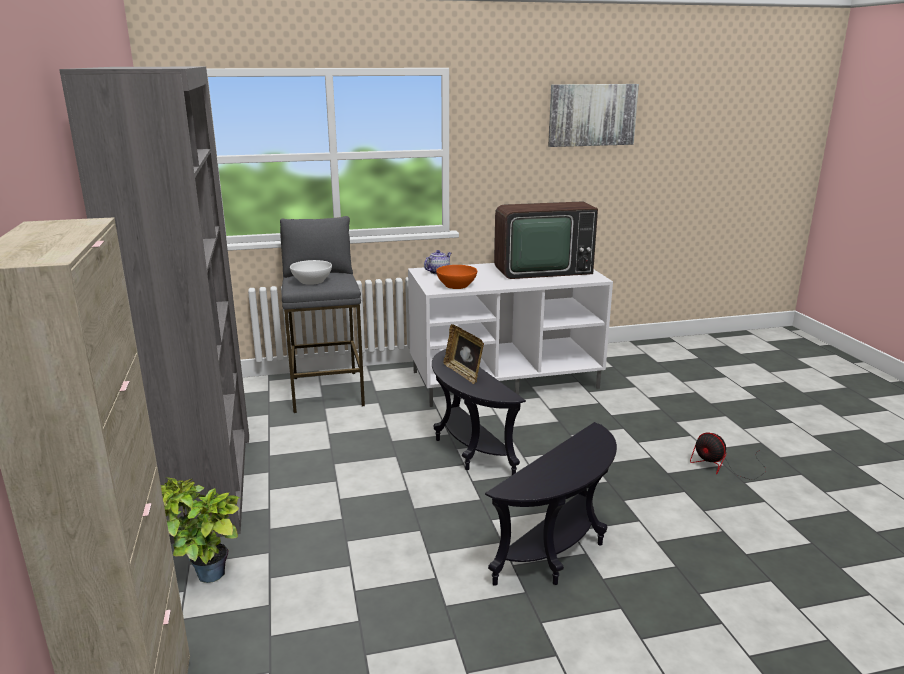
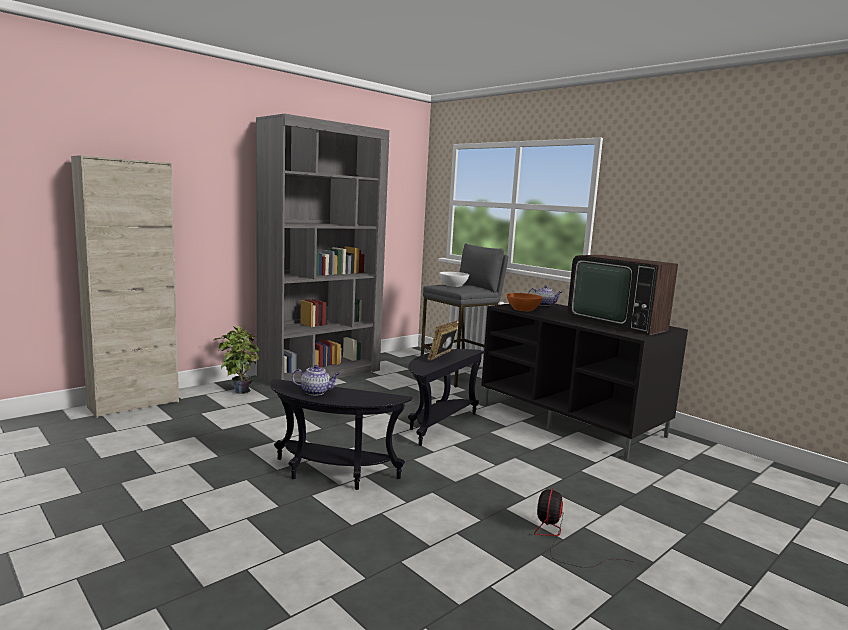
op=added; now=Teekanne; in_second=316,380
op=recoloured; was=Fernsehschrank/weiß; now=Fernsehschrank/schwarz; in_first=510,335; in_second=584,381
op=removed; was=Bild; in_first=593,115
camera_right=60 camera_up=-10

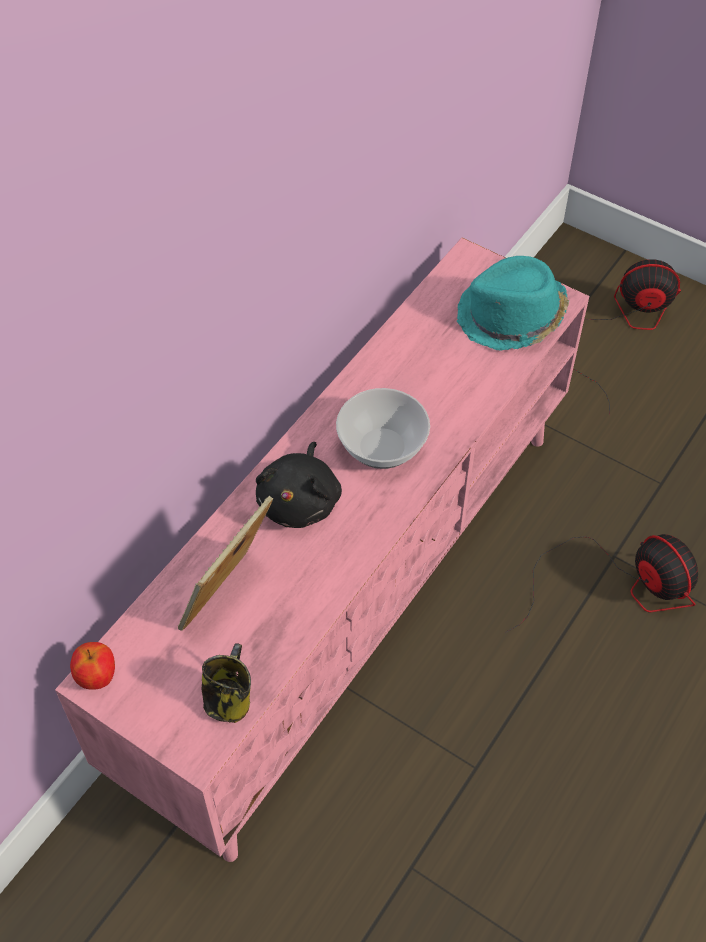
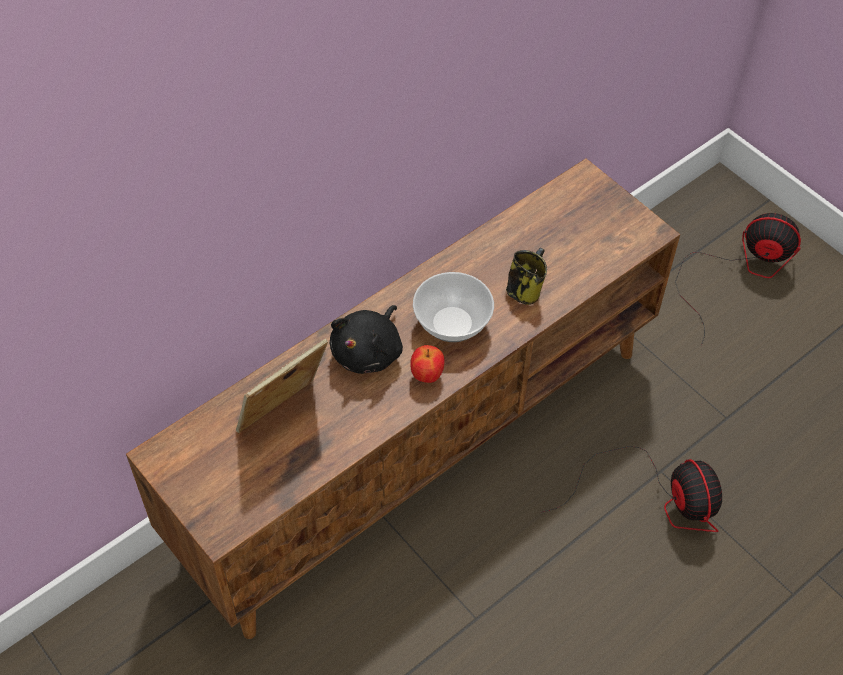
op=recoloured; was=Fernsehschrank/rosa; now=Fernsehschrank/braun; in_first=322,549; in_second=403,398
op=moved; was=Apfel; in_first=92,666; in_second=427,364
op=moved; was=Henkelbecher; in_first=226,683; in_second=526,276
op=removed; was=Hut/türkis; in_first=513,303
camera_right=15 camera_up=0

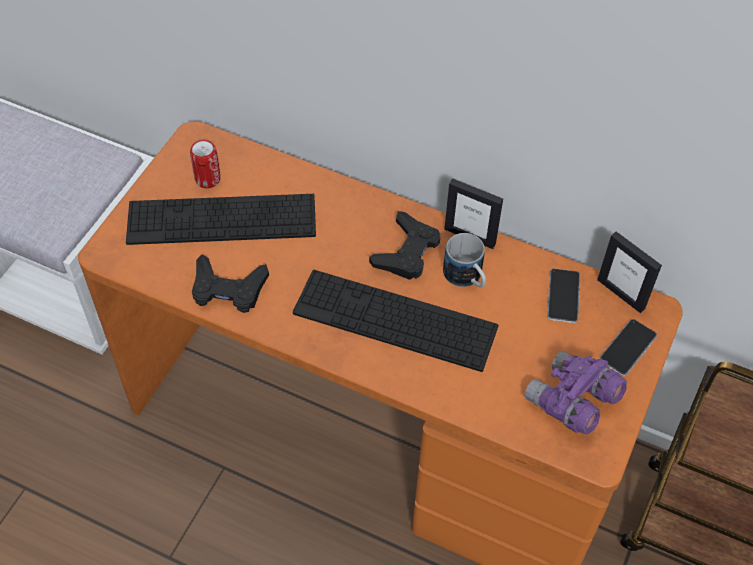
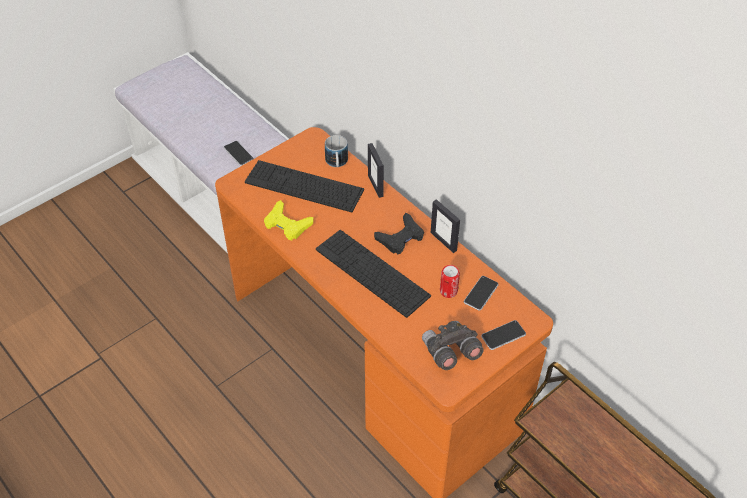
op=added; now=Handy; in_second=239,153
op=recoloured; was=Gamepad/schwarz; now=Gamepad/gelb; in_first=230,283; in_second=289,220
op=moved; was=Henkelbecher; in_first=464,260; in_second=336,151
op=moved; was=Bilderrahmen; in_first=629,272; in_second=376,170
op=recoloured; was=Fernglas/lila; now=Fernglas/grau; in_first=576,392; in_second=453,345
op=moved; was=Dose; in_first=205,164; in_second=450,281
camera_right=25 camera_up=-5

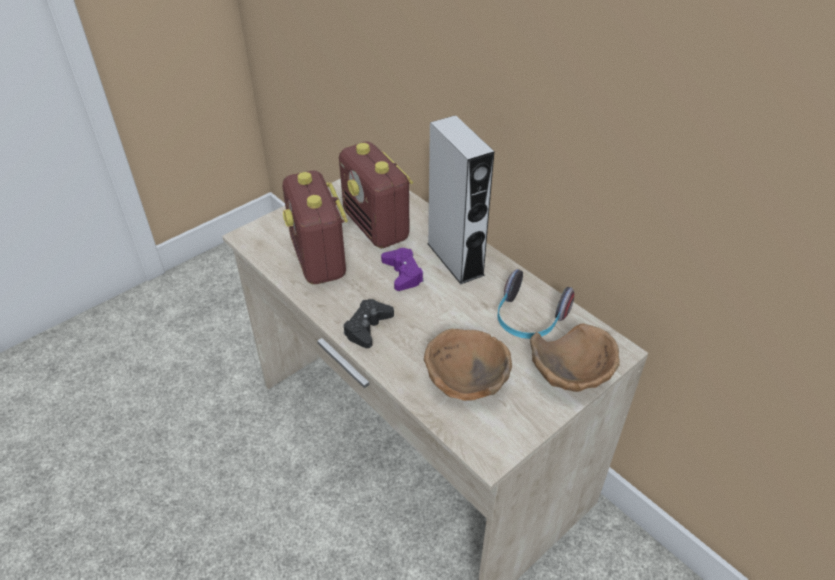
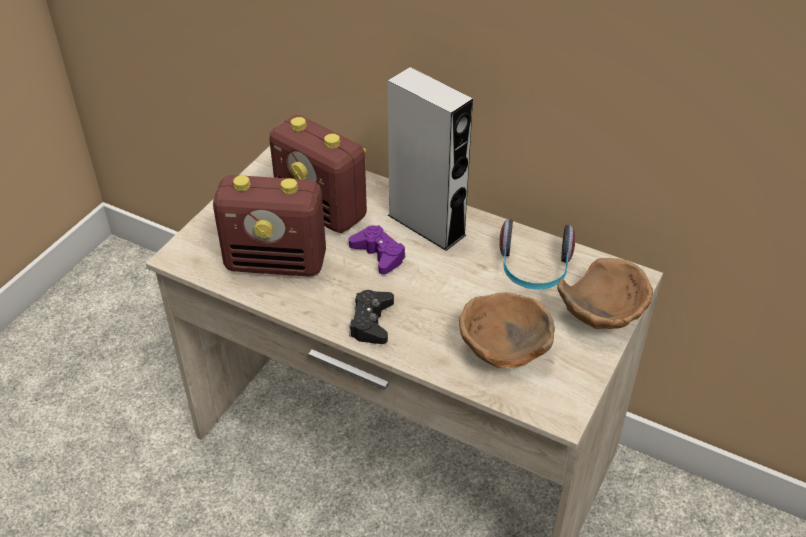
op=turned; was=Radio; in_first=315,227; in_second=269,226; clockwise=-45
camera_right=-20 camera_up=0

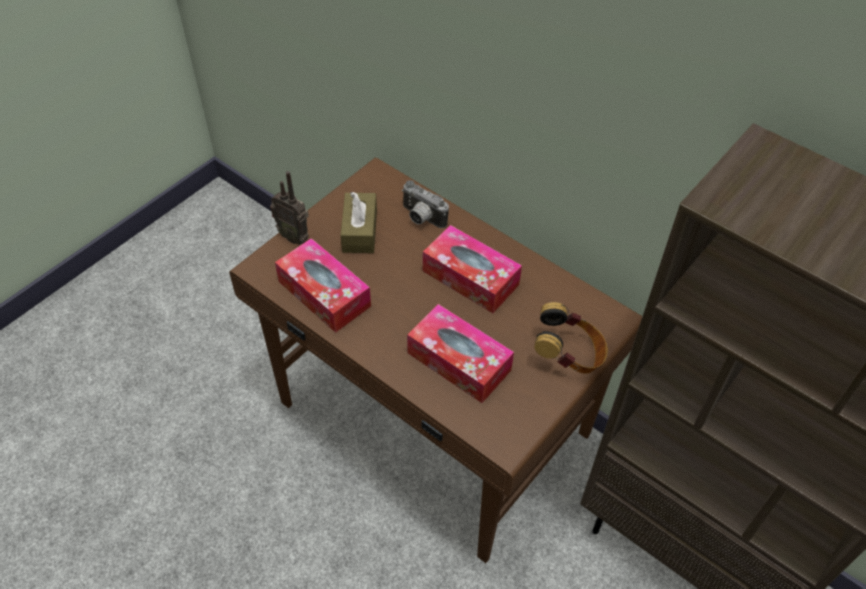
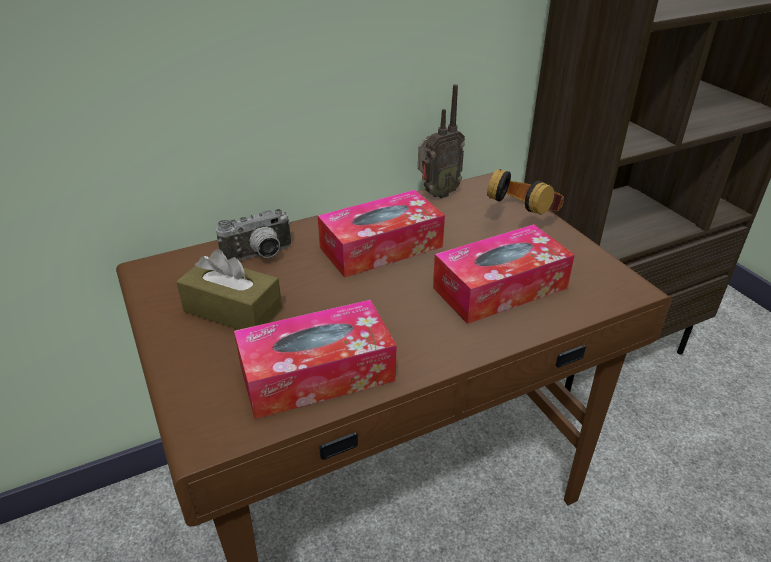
op=moved; was=Radio; in_first=289,208; in_second=441,141
camera_right=-65 camera_up=-15

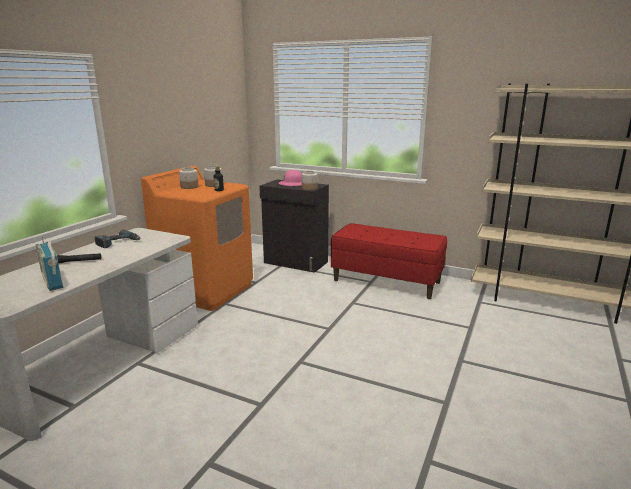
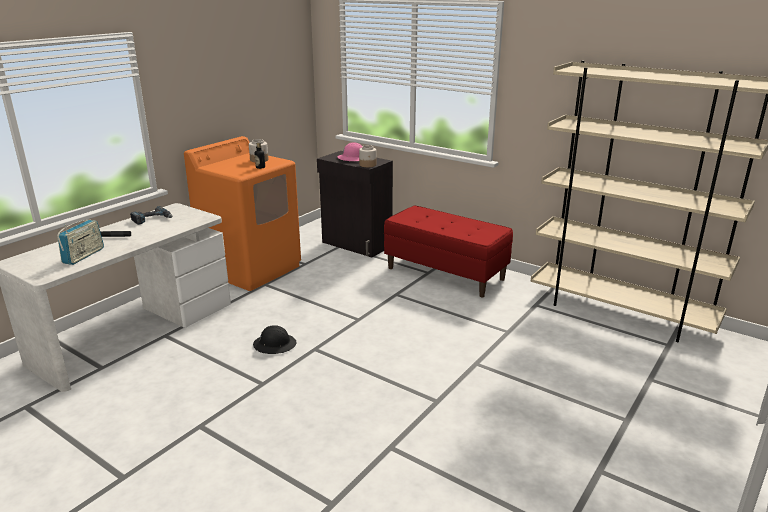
op=turned; was=Radio; in_first=49,264; in_second=80,242; clockwise=-135
op=added; now=Schutzhelm/schwarz; in_second=274,339
op=removed; was=Vorratsglas; in_first=189,178
camera_right=10 camera_up=5

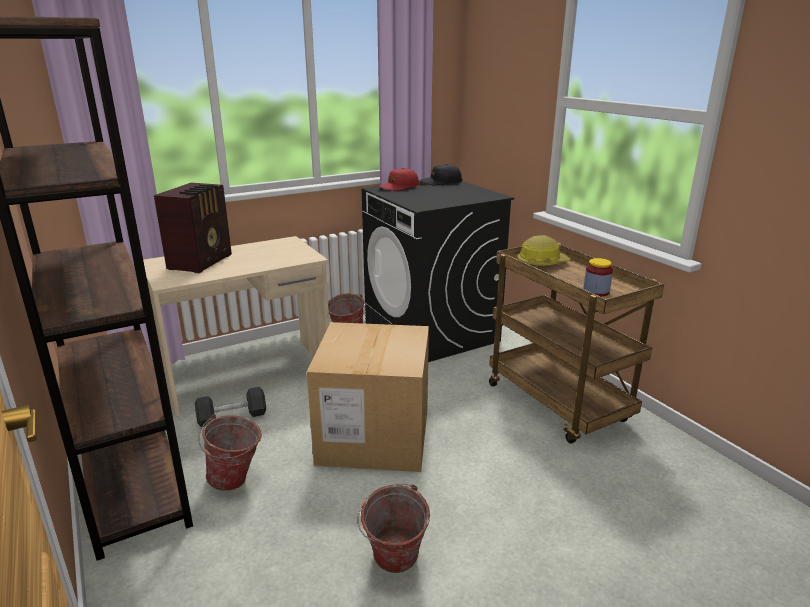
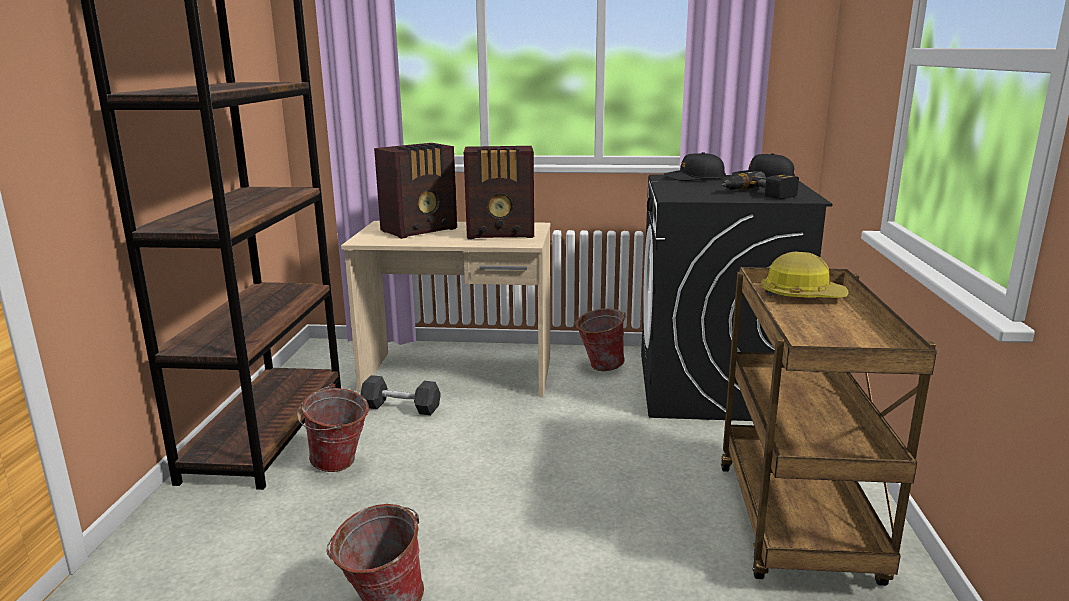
op=added; now=Radio; in_second=499,192
op=recoloured; was=Kappe/rot; now=Kappe/schwarz; in_first=398,179; in_second=695,166
op=added; now=Bohrmaschine; in_second=760,185
op=removed; was=Karton; in_first=368,397
op=removed; was=Vorratsglas; in_first=598,277
camera_right=35 camera_up=-5

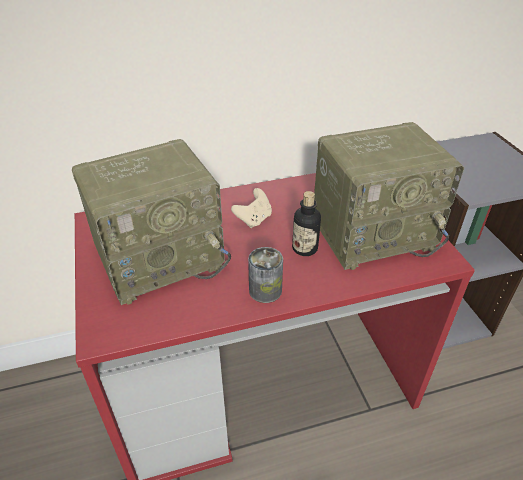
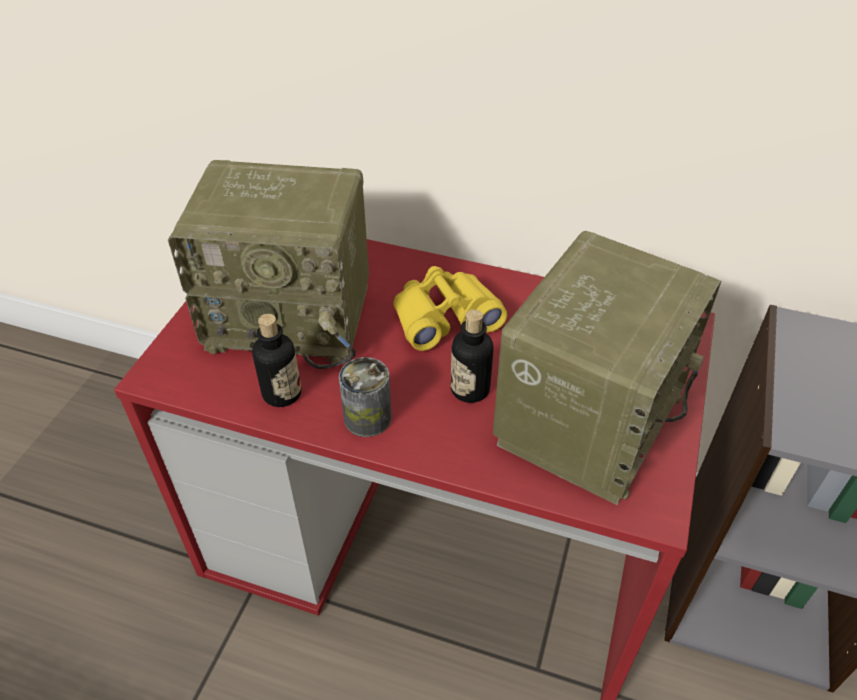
op=added; now=Flasche; in_second=276,360
op=replaced; was=Gamepad/beige; now=Fernglas/gelb; in_first=251,208; in_second=450,308
op=turned; was=Radio; in_first=389,196; in_second=607,368; clockwise=-75
camera_right=35 camera_up=5

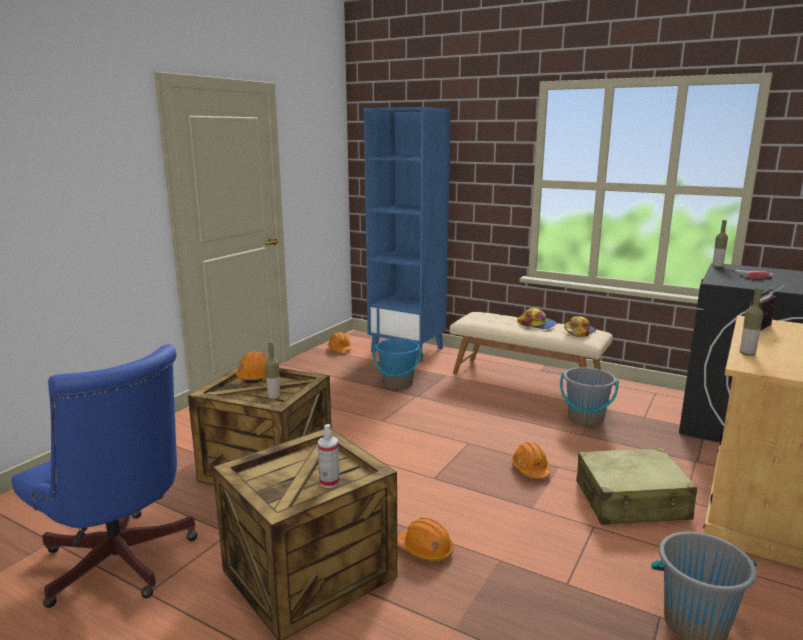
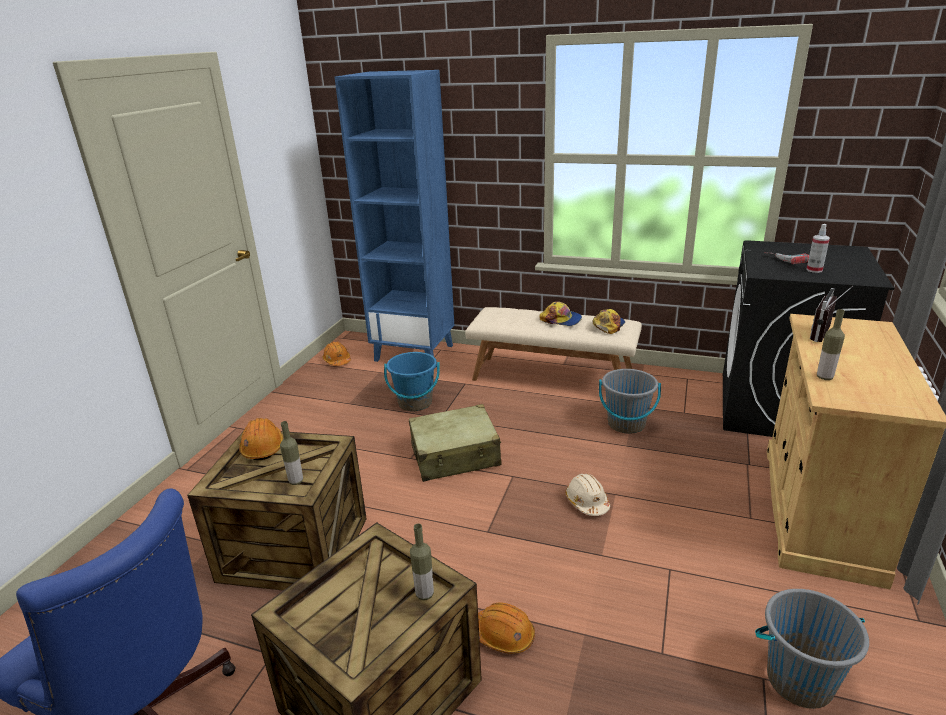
op=moved; was=Koffer/beige; in_first=636,486; in_second=455,443
op=moved; was=Flasche; in_first=720,244; in_second=422,561
op=recoloured; was=Schutzhelm/orange; now=Schutzhelm/beige; in_first=531,460; in_second=588,495
op=moved; was=Sprühflasche; in_first=329,456; in_second=818,248
camera_right=-10 camera_up=10

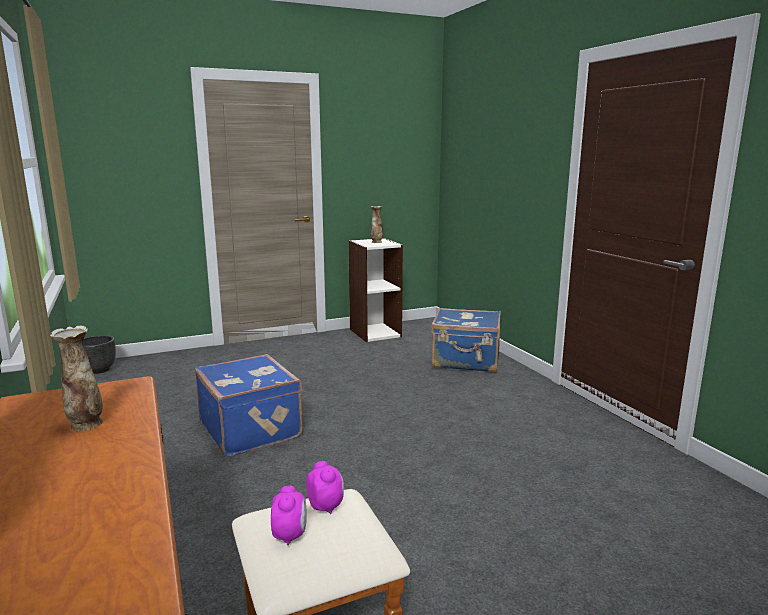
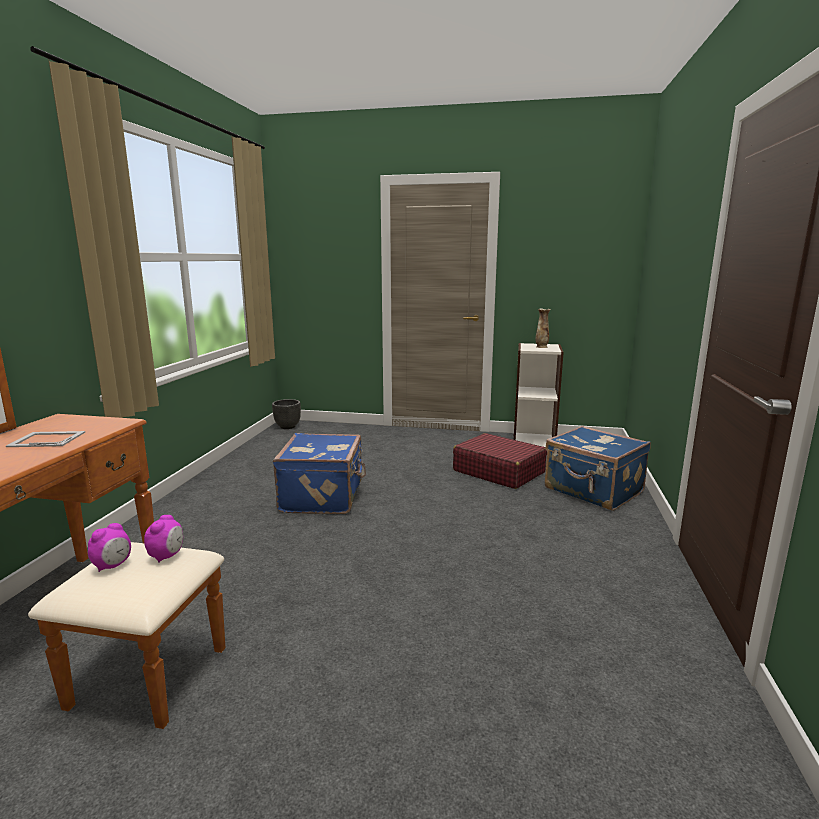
op=replaced; was=Vase; now=Bilderrahmen; in_first=76,378; in_second=45,439
op=added; now=Koffer/rot; in_second=500,461
camera_right=35 camera_up=0

